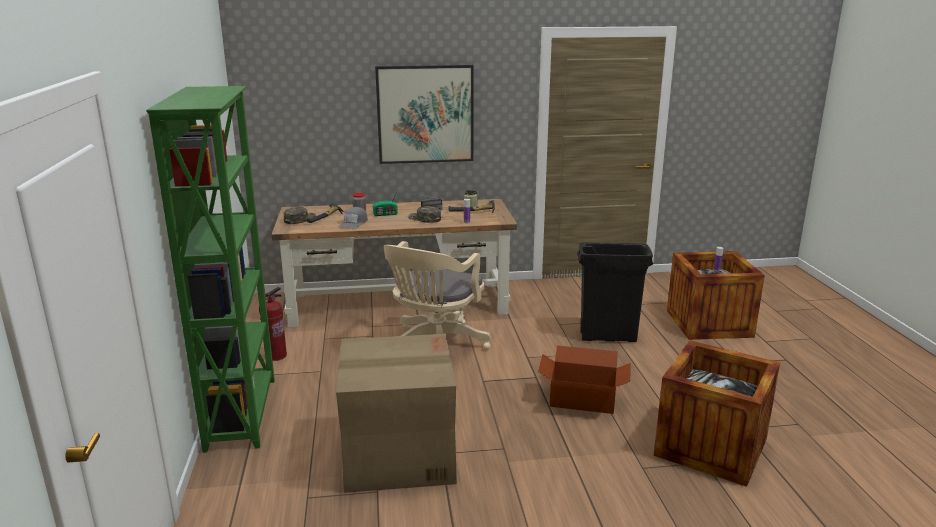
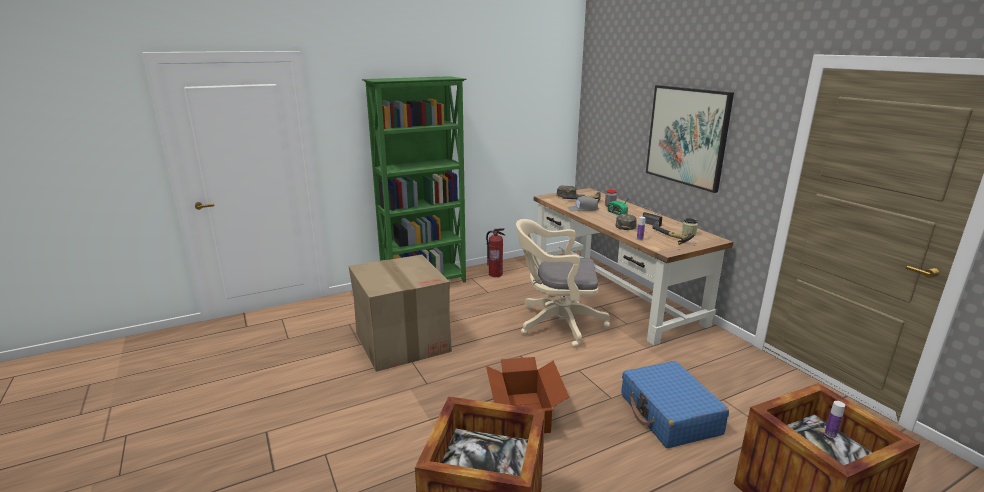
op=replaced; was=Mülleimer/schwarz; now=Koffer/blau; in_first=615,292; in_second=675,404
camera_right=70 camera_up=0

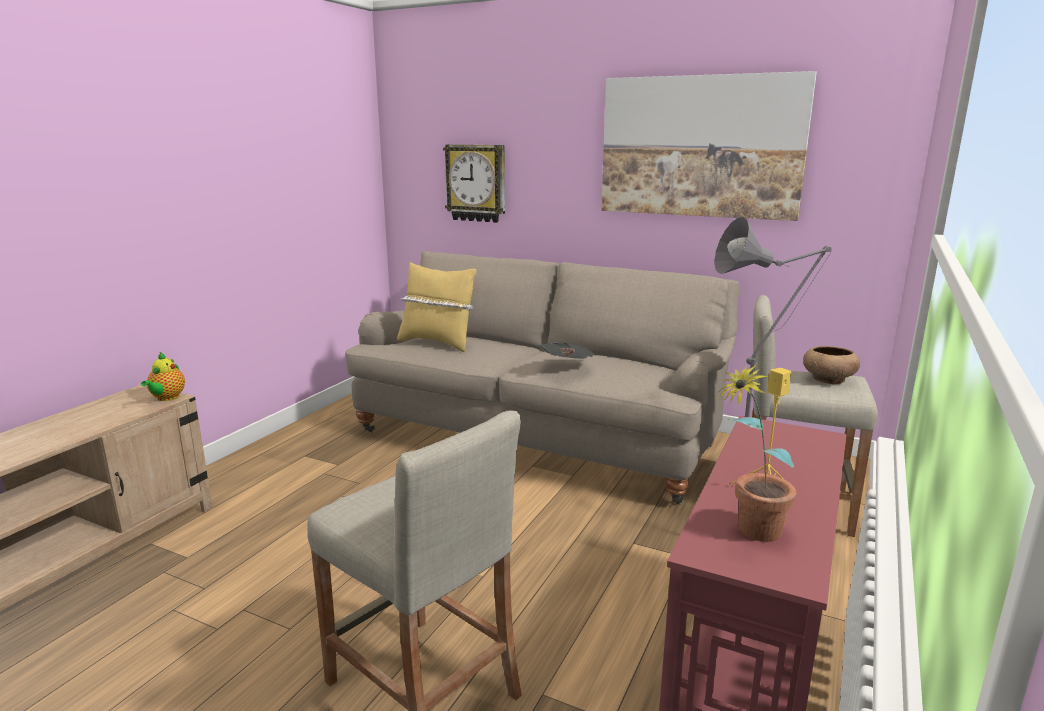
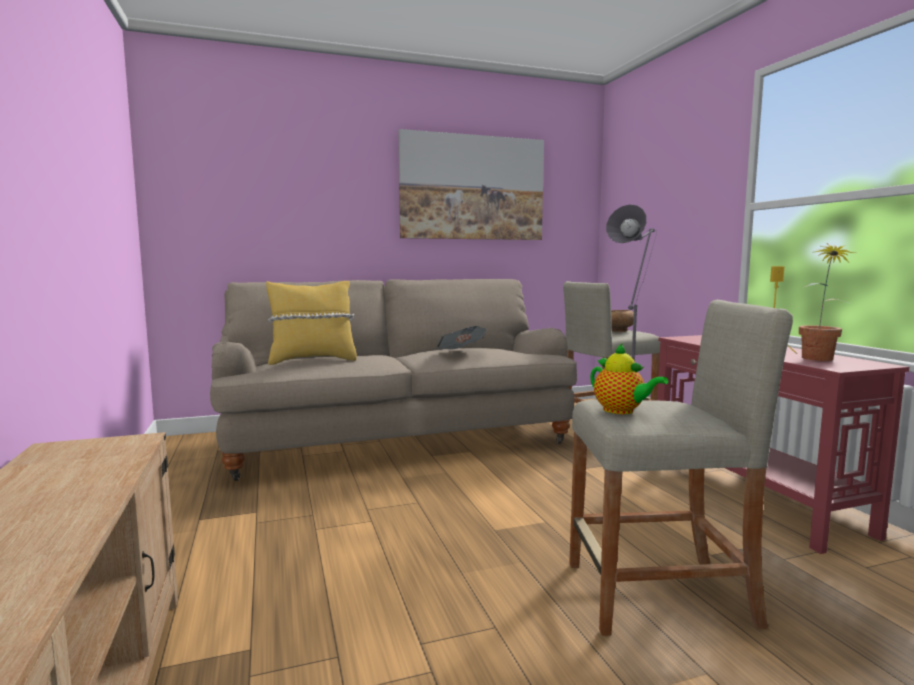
op=moved; was=Teekanne; in_first=163,376; in_second=629,378
op=removed; was=Wanduhr; in_first=474,183
camera_right=-45 camera_up=-10

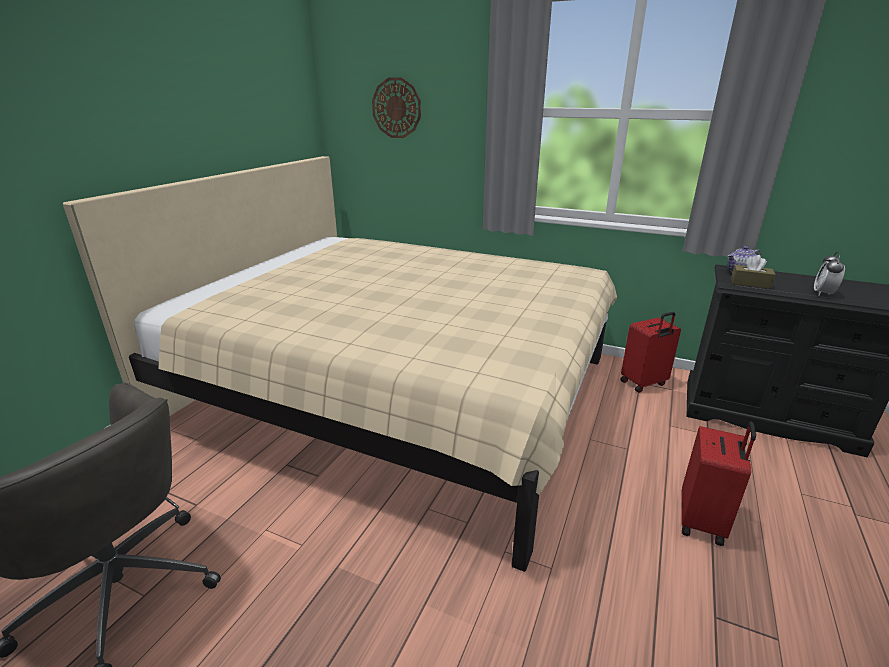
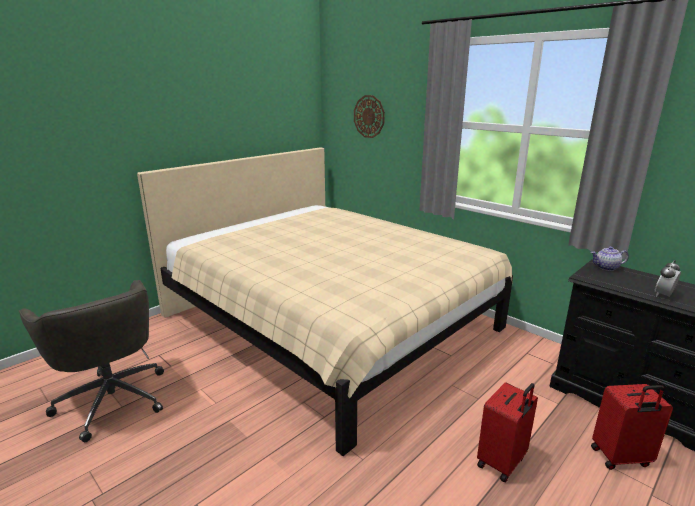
op=moved; was=Koffer/rot; in_first=650,352; in_second=632,427
op=removed; was=Taschentuchbox/braun; in_first=753,272
camera_right=20 camera_up=-5

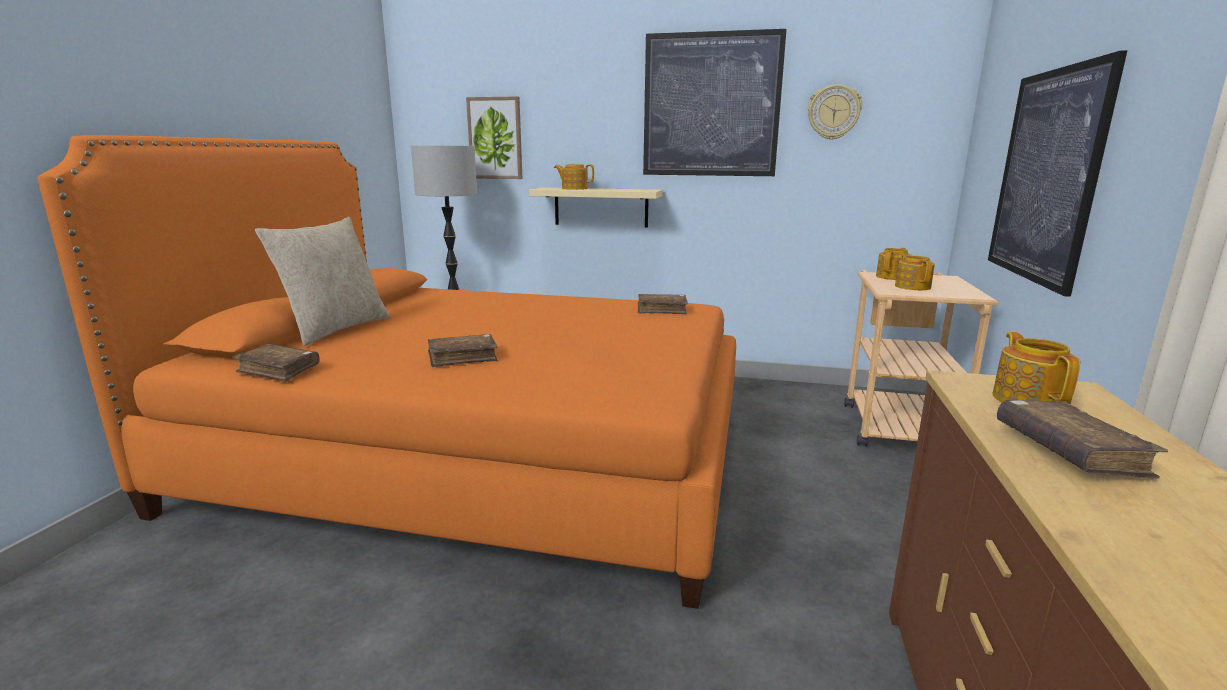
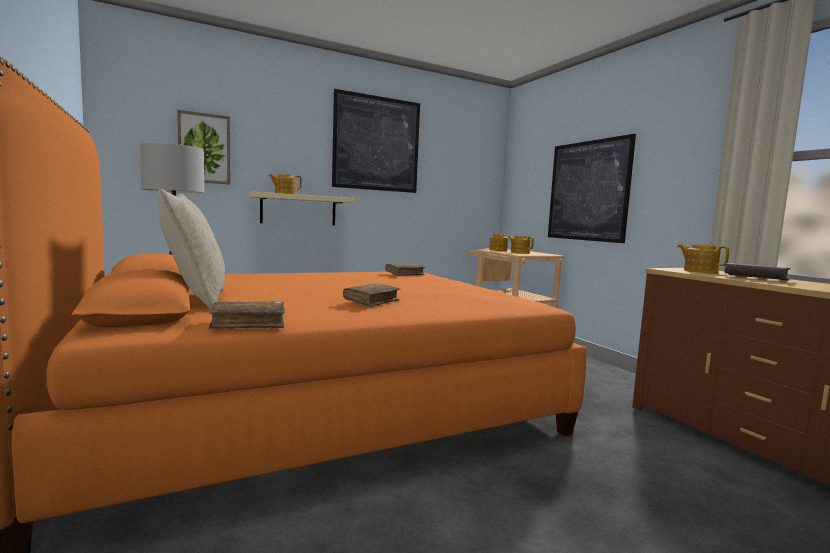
op=removed; was=Wanduhr; in_first=834,112
camera_right=-40 camera_up=-10

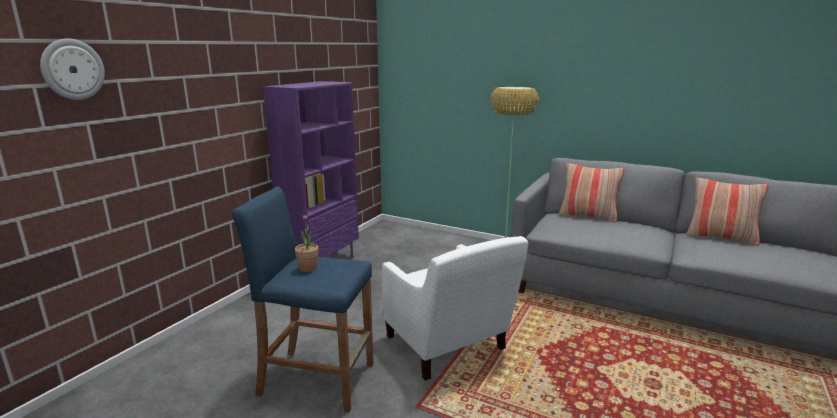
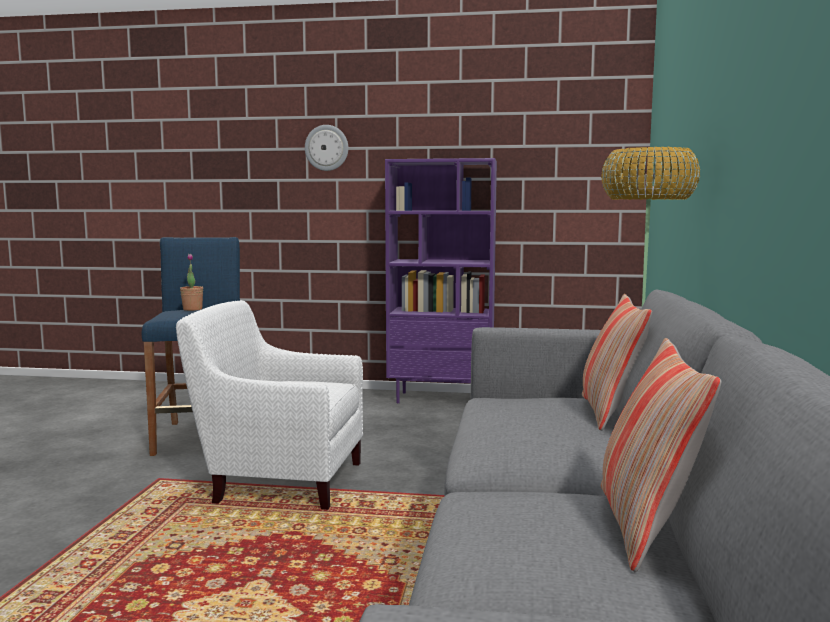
op=turned; was=Sessel/weiß; in_first=455,308; in_second=269,405; clockwise=60
op=moved; was=Wanduhr; in_first=72,69; in_second=326,148
camera_right=70 camera_up=-10

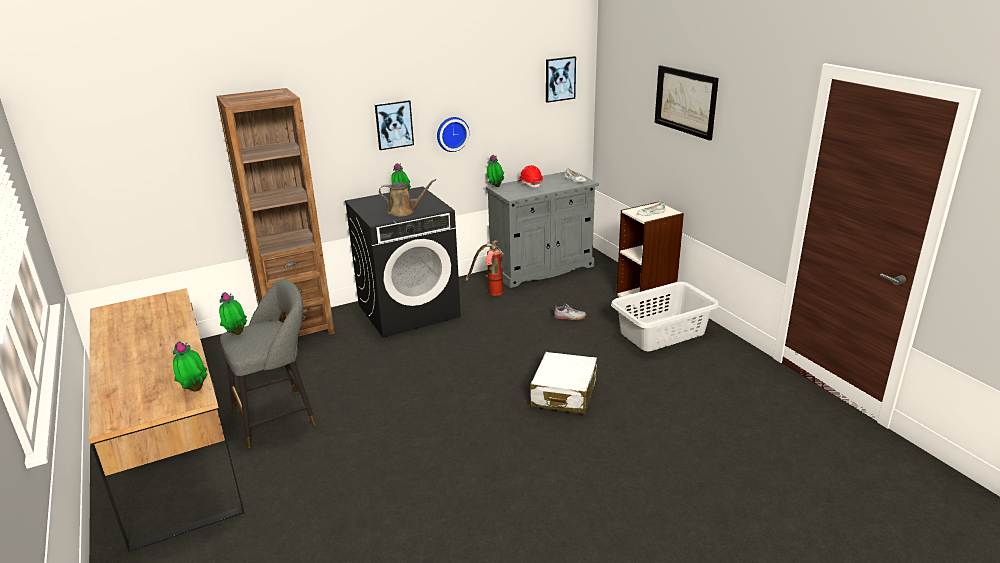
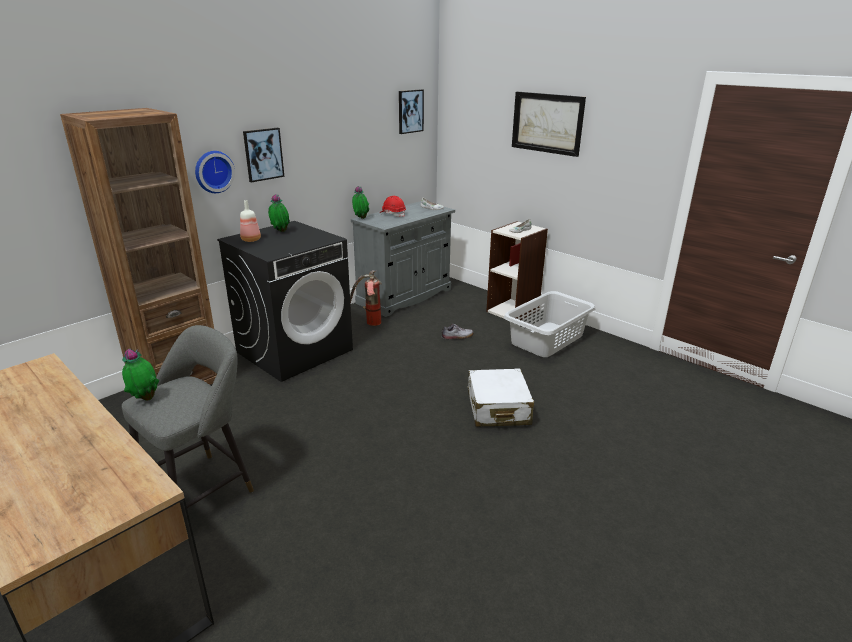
op=moved; was=Wanduhr; in_first=453,134; in_second=215,172
op=added; now=Flasche; in_second=250,221
op=removed; was=Topfpflanze; in_first=190,366
op=removed; was=Gießkanne/braun; in_first=407,197
camera_right=-20 camera_up=0

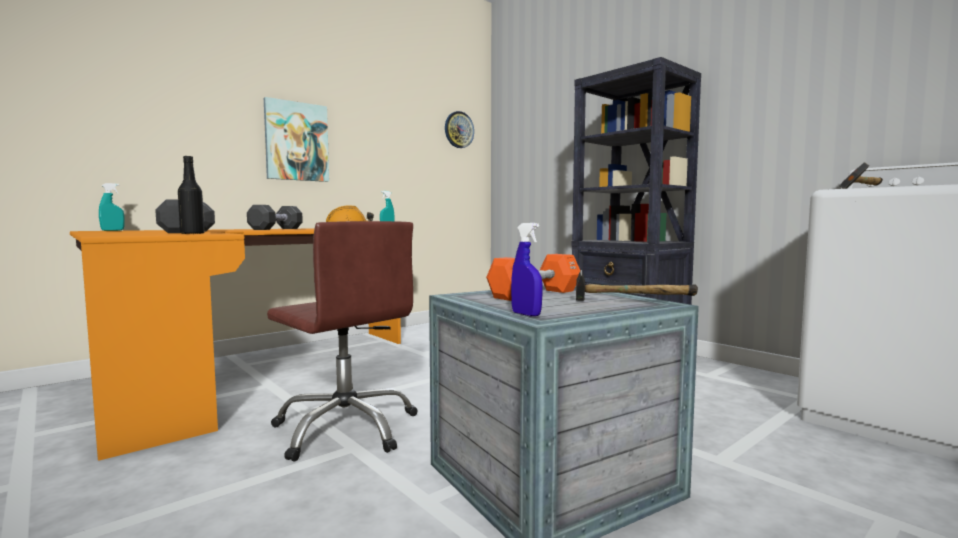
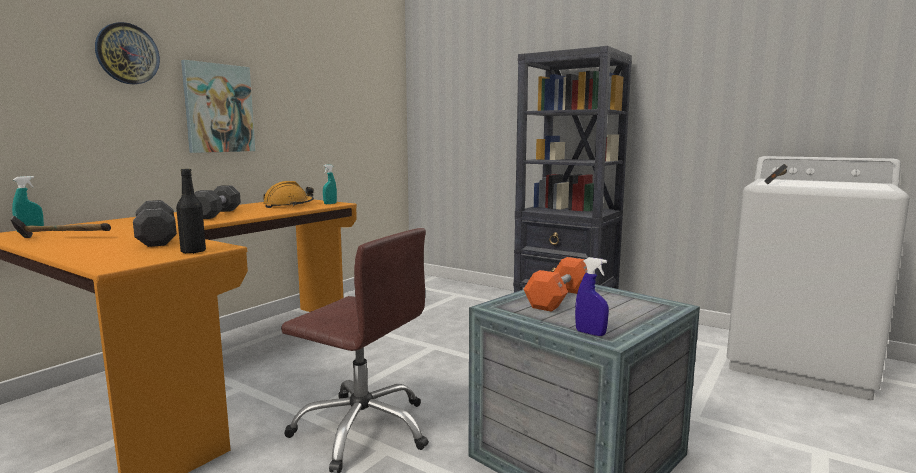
op=moved; was=Hammer; in_first=637,285; in_second=61,227
op=moved; was=Wanduhr; in_first=459,129; in_second=127,53
camera_right=-15 camera_up=5

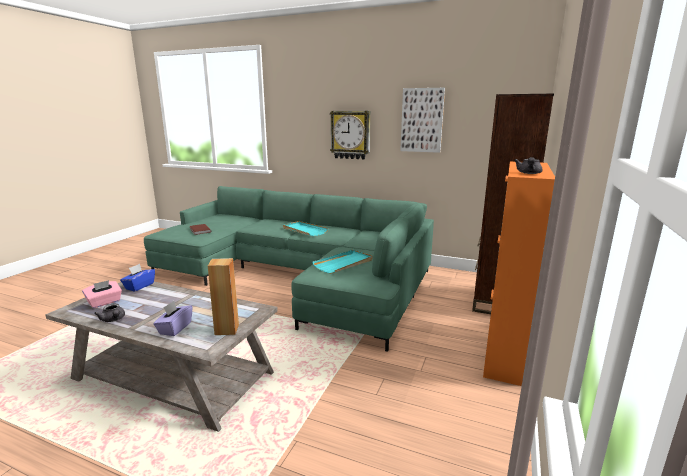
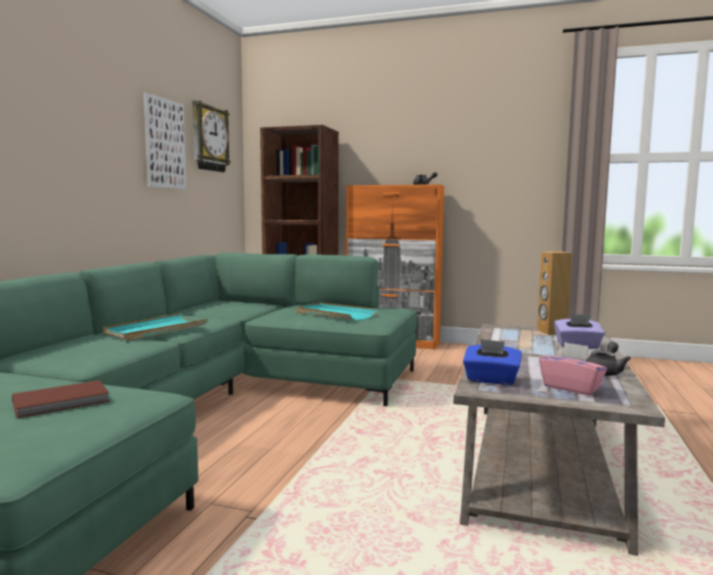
op=moved; was=Wanduhr; in_first=350,135; in_second=211,136
camera_right=-95 camera_up=-10

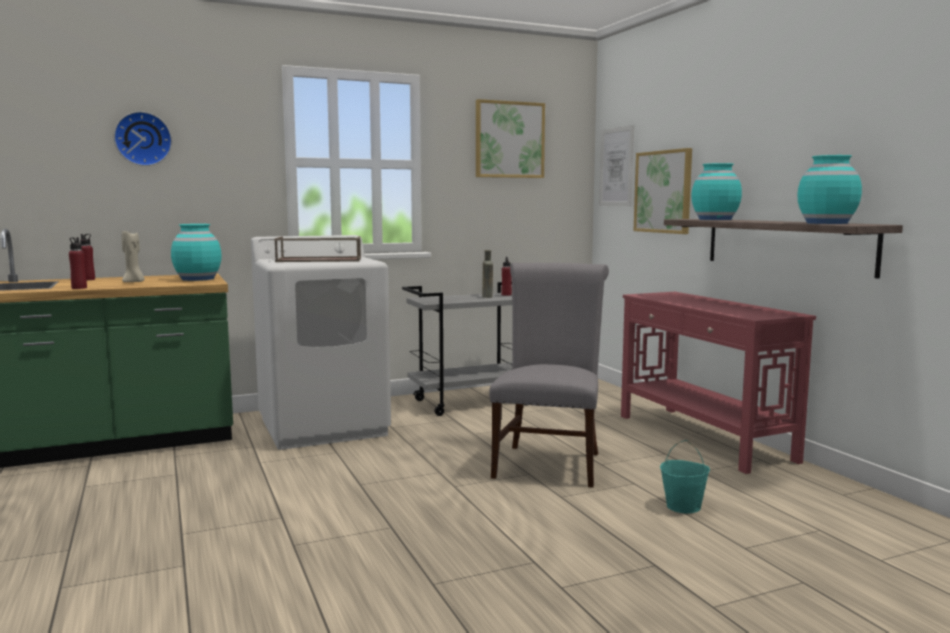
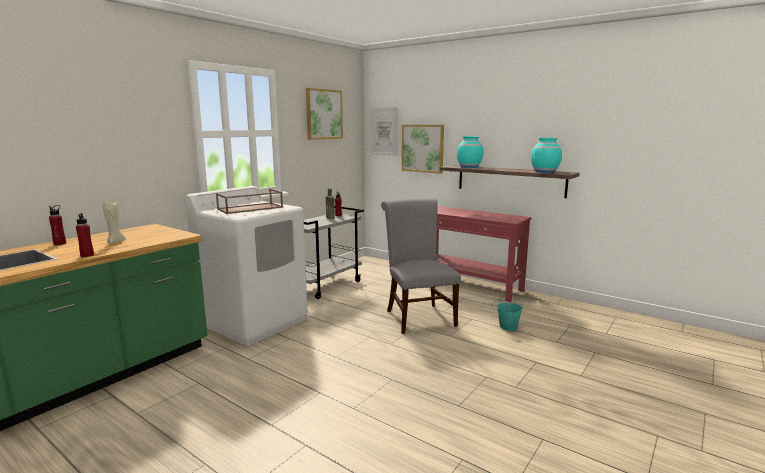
op=removed; was=Wanduhr; in_first=143,138
op=removed; was=Vase/türkis; in_first=196,252
camera_right=-30 camera_up=5

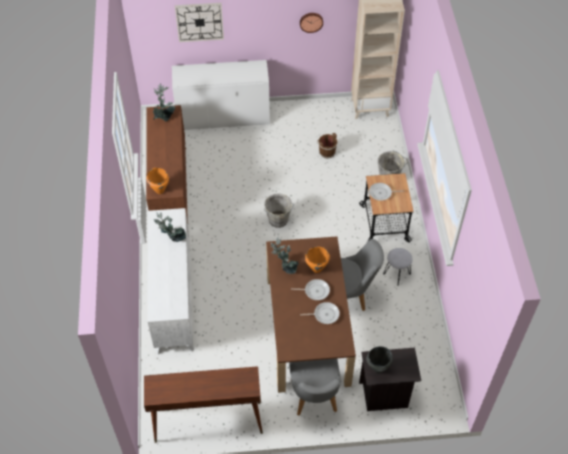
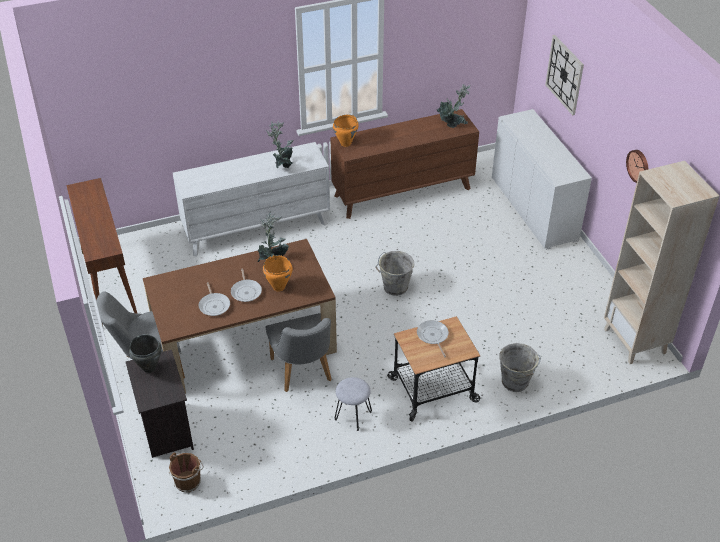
op=moved; was=Eimer/braun; in_first=327,145; in_second=186,472
camera_right=75 camera_up=-10

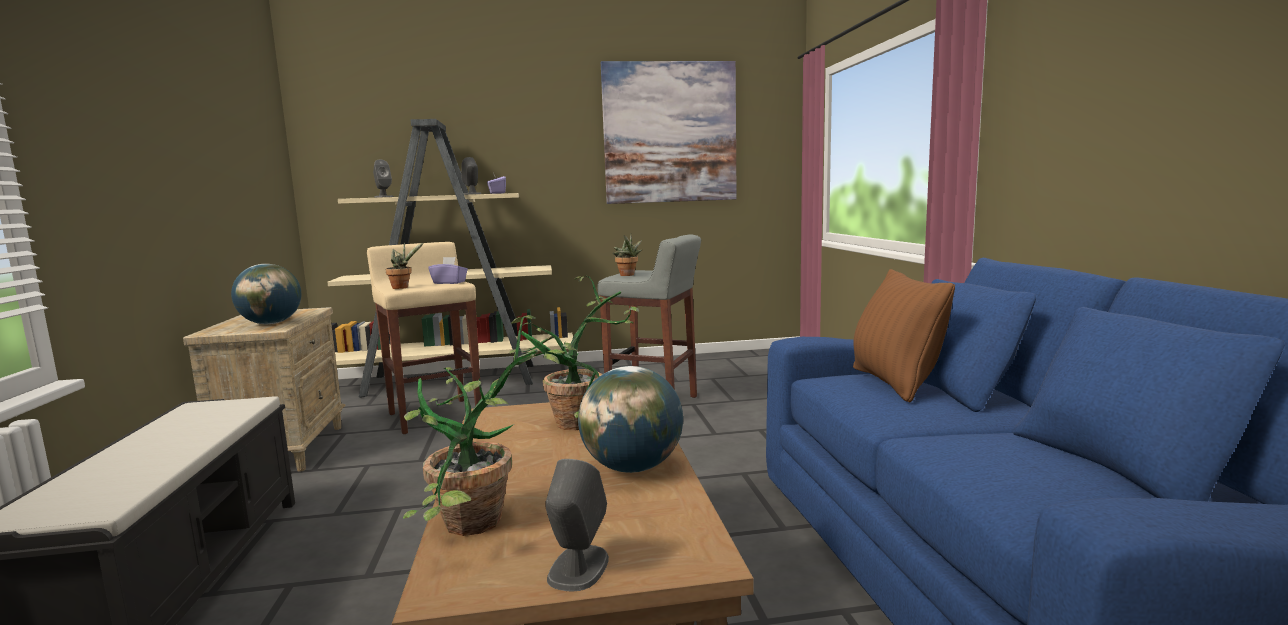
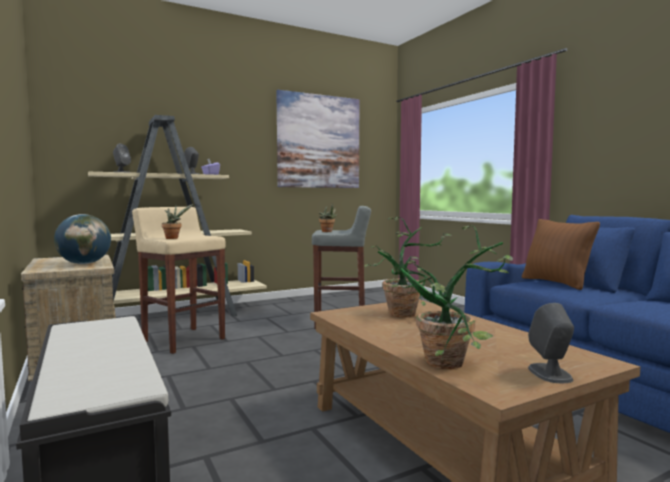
op=removed; was=Taschentuchbox/lila; in_first=448,270
op=removed; was=Globus; in_first=630,419
camera_right=-20 camera_up=-5

